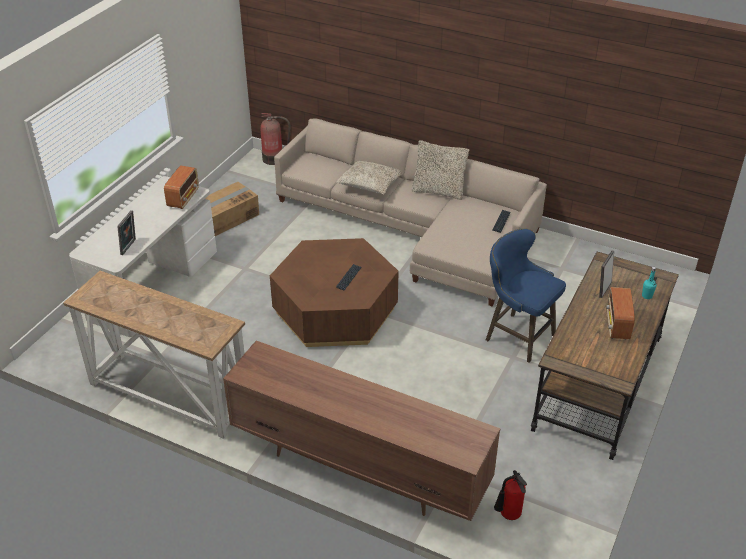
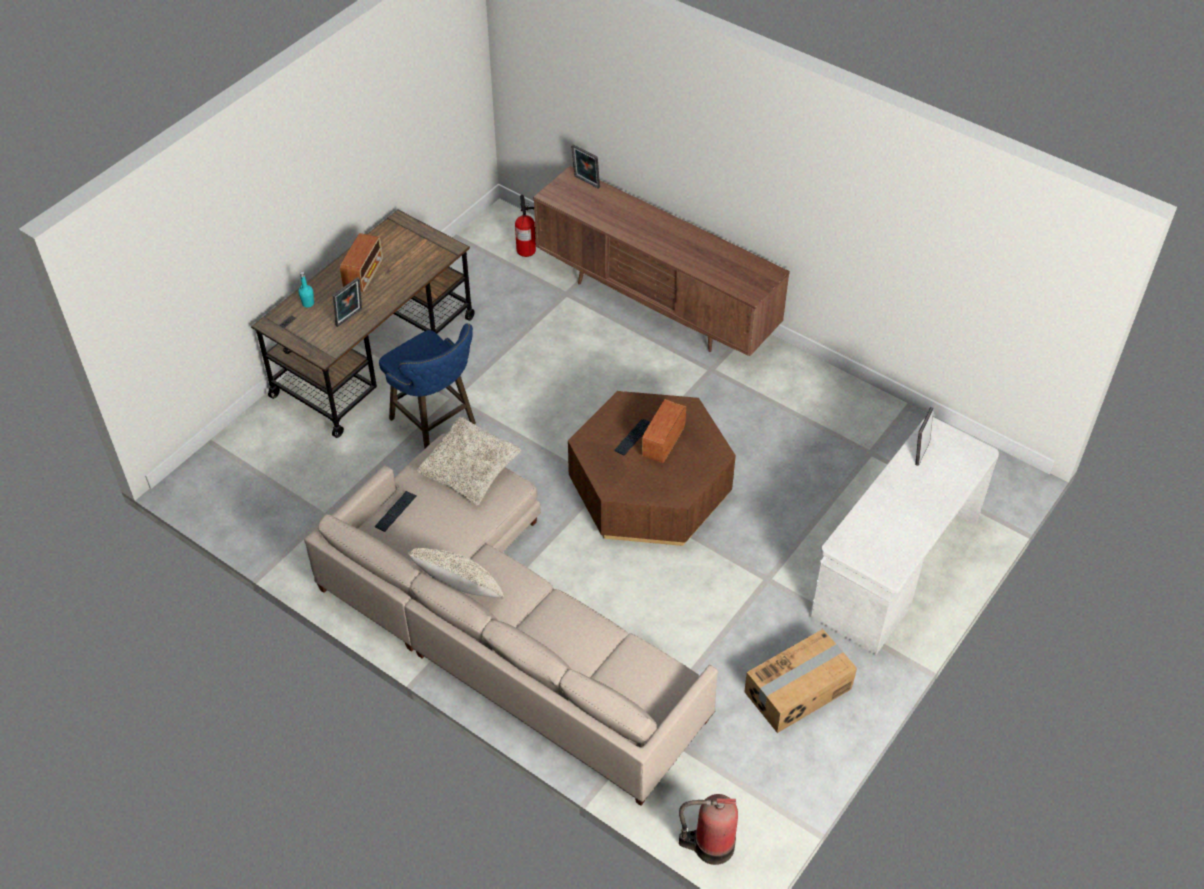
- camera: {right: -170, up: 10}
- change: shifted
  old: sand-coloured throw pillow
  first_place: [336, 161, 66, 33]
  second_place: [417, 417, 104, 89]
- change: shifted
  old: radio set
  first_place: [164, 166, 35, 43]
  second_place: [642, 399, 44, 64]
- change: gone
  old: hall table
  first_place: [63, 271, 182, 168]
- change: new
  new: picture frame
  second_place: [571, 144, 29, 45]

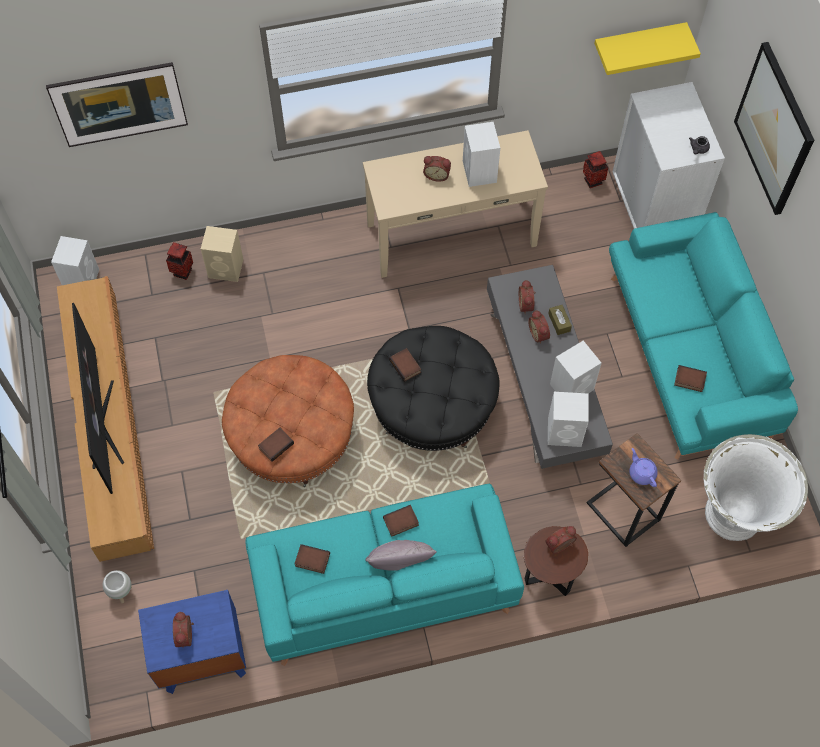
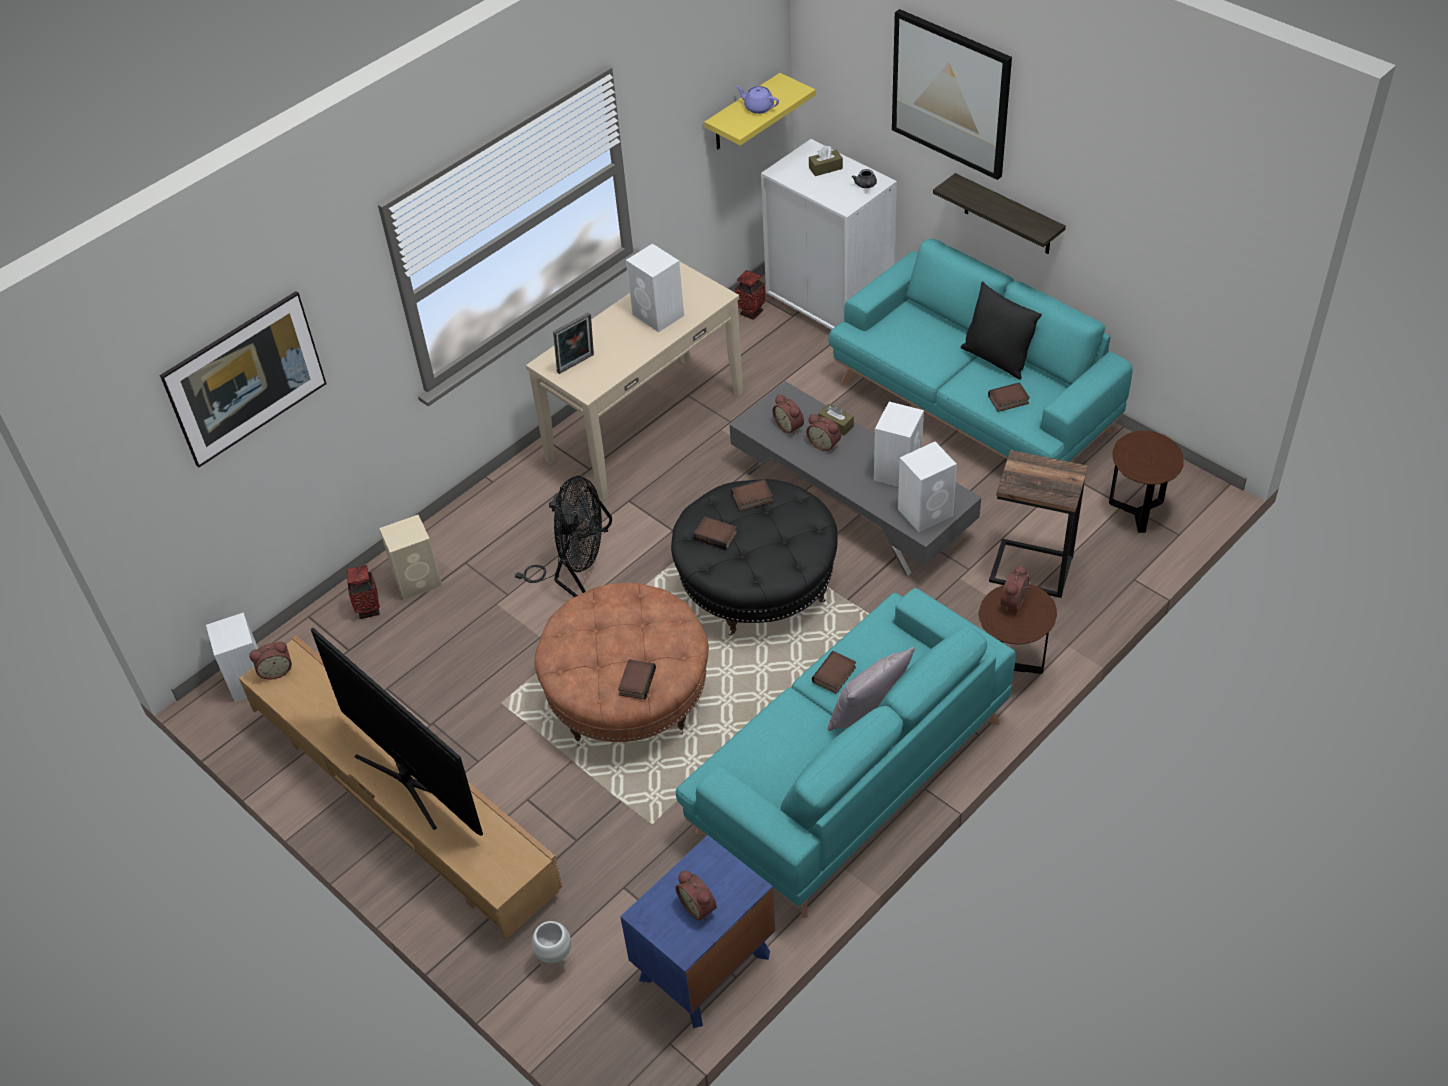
- camera: {right: -30, up: -15}
- change: shifted
  old: bedside clock
  first_place: [423, 156, 28, 26]
  second_place: [249, 642, 43, 38]
- change: swapped
  old: white-coloured flower pot
  new: brown-coloured end table
  first_place: [704, 434, 104, 107]
  second_place: [1109, 431, 75, 102]
- change: shifted
  old: purplish teapot
  first_place: [629, 448, 29, 39]
  second_place: [736, 86, 43, 28]
- change: shifted
  old: book
  first_place: [294, 544, 36, 30]
  second_place: [731, 479, 42, 32]
- change: new
  new: brown-coloured tissue holder
  second_place: [809, 146, 34, 30]
- change: new
  new: shelf
  second_place: [933, 173, 133, 81]
- change: new
  new: blackish throw pillow
  second_place: [961, 281, 81, 99]
- change: new
  new: picture frame
  second_place: [553, 312, 41, 62]
- change: new
  new: blackish cooling fan
  second_place: [514, 476, 98, 121]

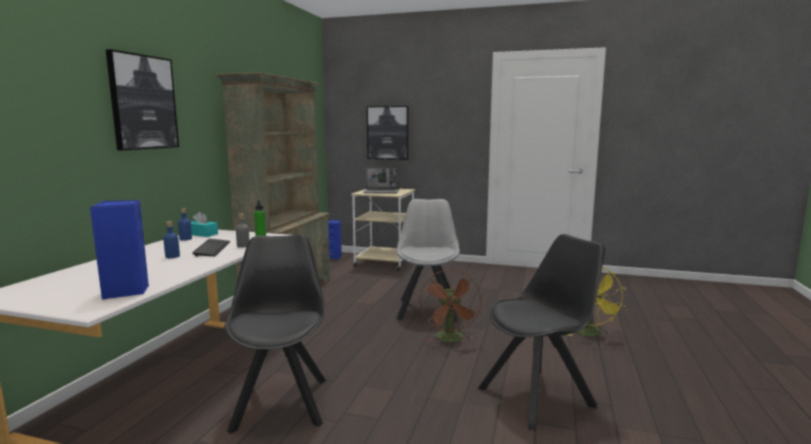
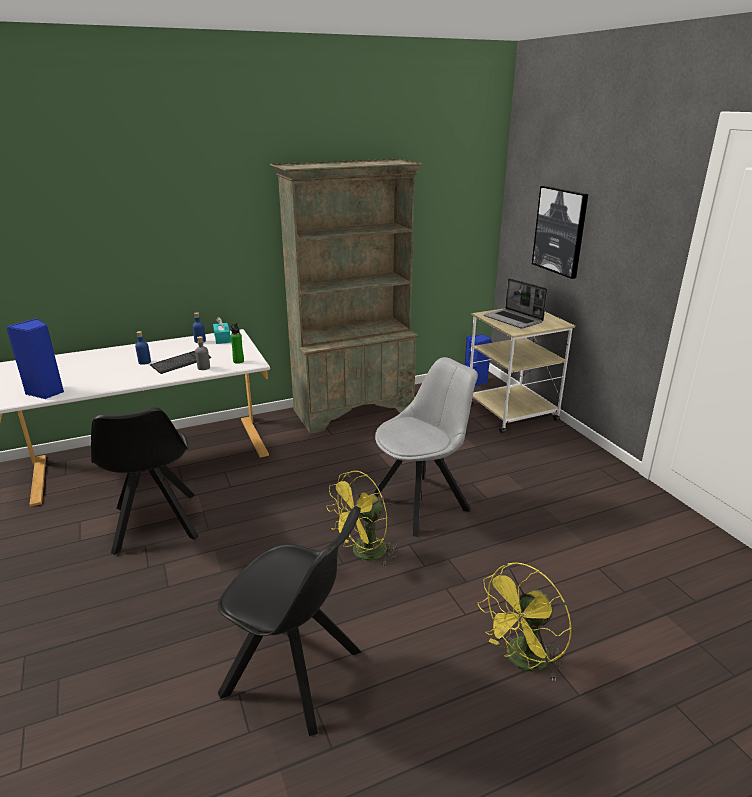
- camera: {right: 50, up: 15}
- change: gone
  old: wall art
  first_place: [106, 49, 73, 102]
- change: rotated
  old: blackish upright chair
  first_place: [224, 234, 102, 200]
  second_place: [91, 407, 108, 148]
  degrees: 120
- change: repainted
  old: brown-coloured cooling fan
  new: yellow-coloured cooling fan
  first_place: [419, 270, 62, 72]
  second_place: [326, 471, 71, 95]

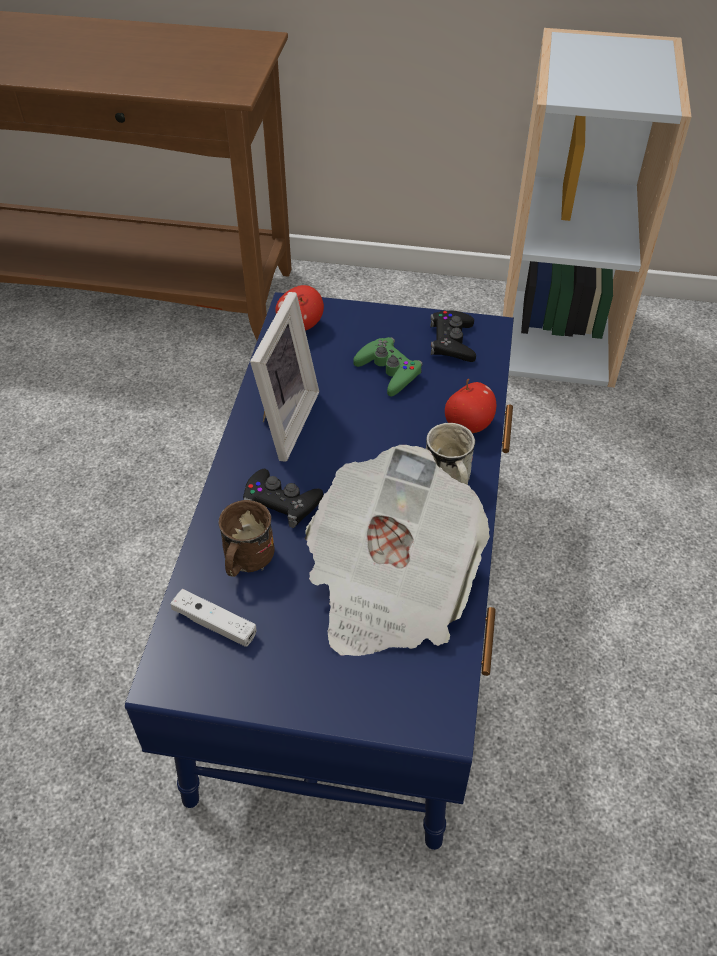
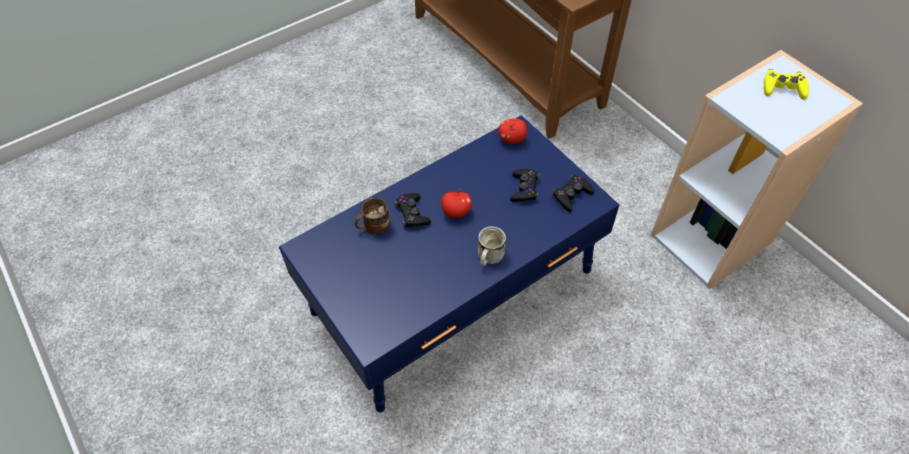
- camera: {right: 45, up: 5}
- change: gone
  old: picture frame
  first_place: [250, 292, 69, 170]
- change: repainted
  old: greenish gamepad
  new: blackish gamepad
  first_place: [353, 337, 70, 60]
  second_place: [510, 169, 30, 33]
- change: shifted
  old: apple fruit
  first_place: [445, 379, 51, 54]
  second_place: [441, 189, 31, 29]
- change: gone
  old: newspaper
  first_place: [305, 445, 185, 211]
- change: gone
  old: white-coloured gamepad
  first_place: [171, 589, 86, 58]
- change: new
  new: yellow-coloured gamepad
  second_place: [764, 69, 45, 31]

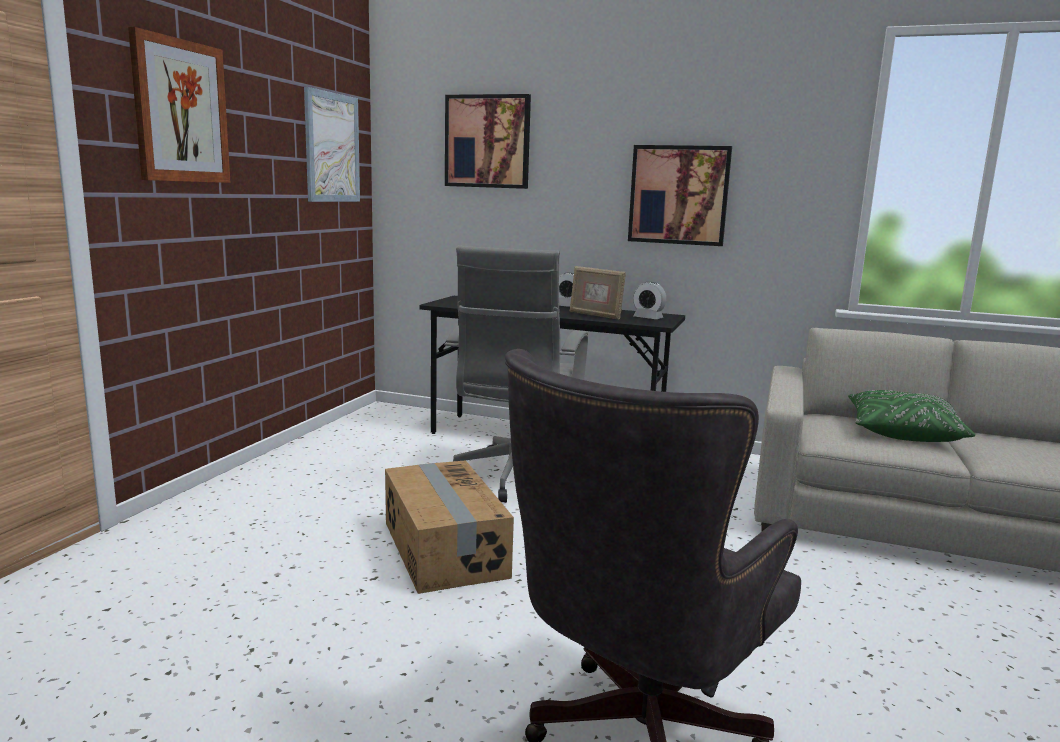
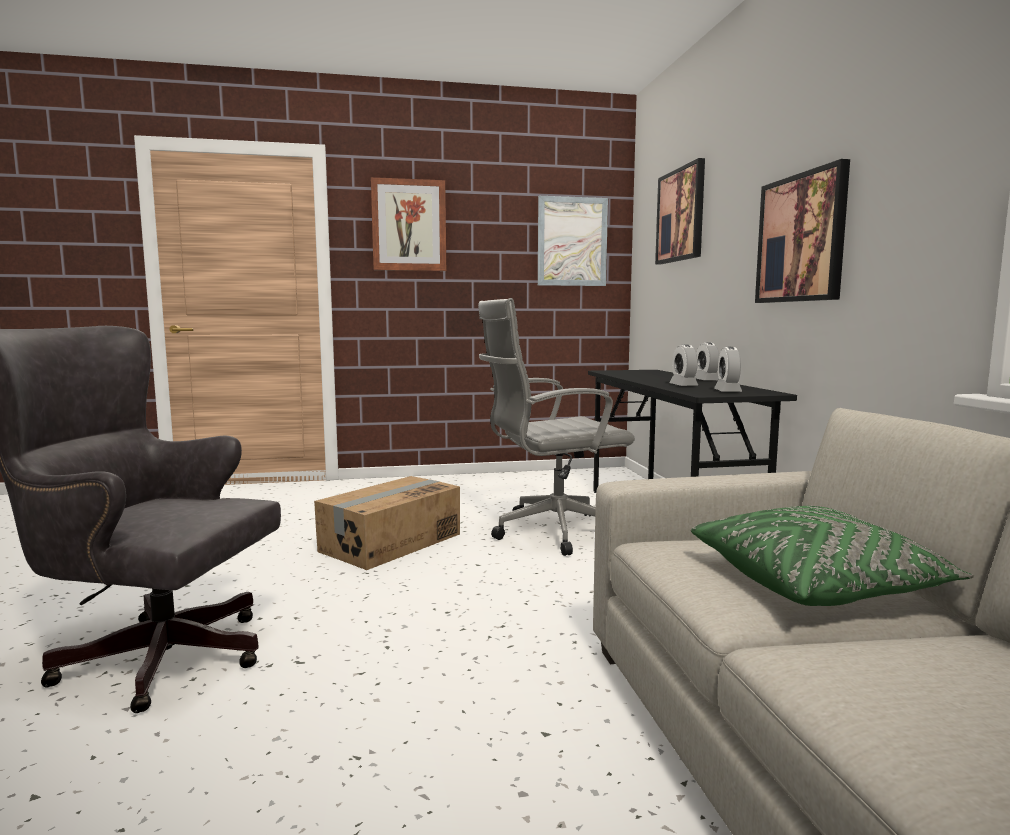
- camera: {right: 60, up: -5}
- change: swapped
  old: picture frame
  new: bedside clock
  first_place: [570, 266, 56, 54]
  second_place: [670, 344, 28, 42]

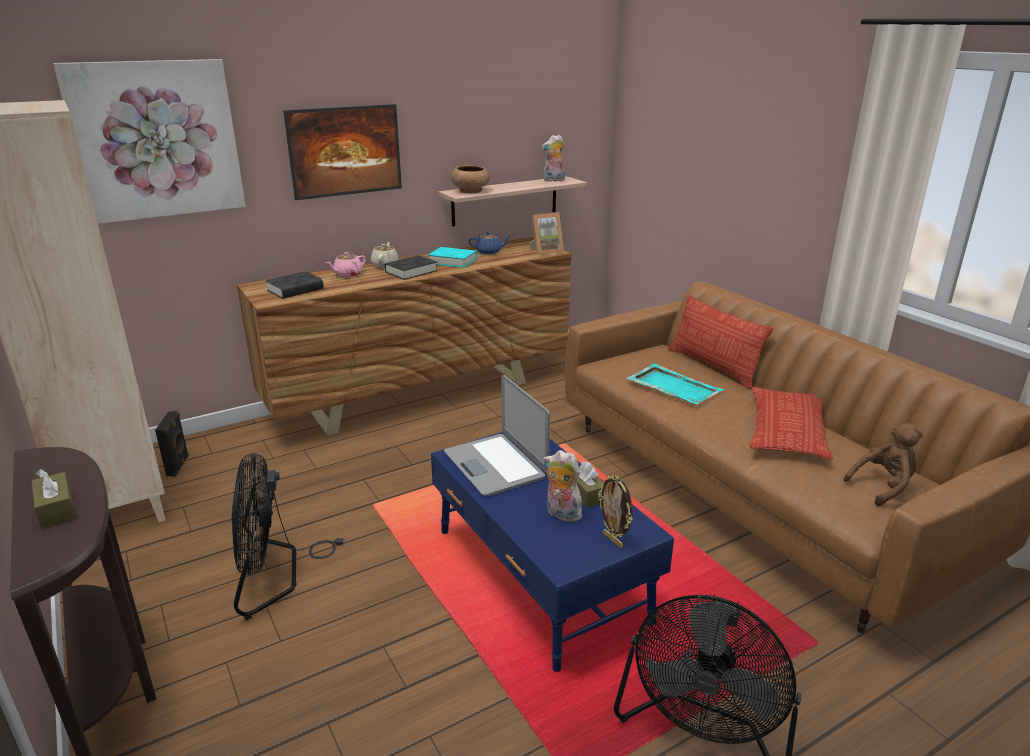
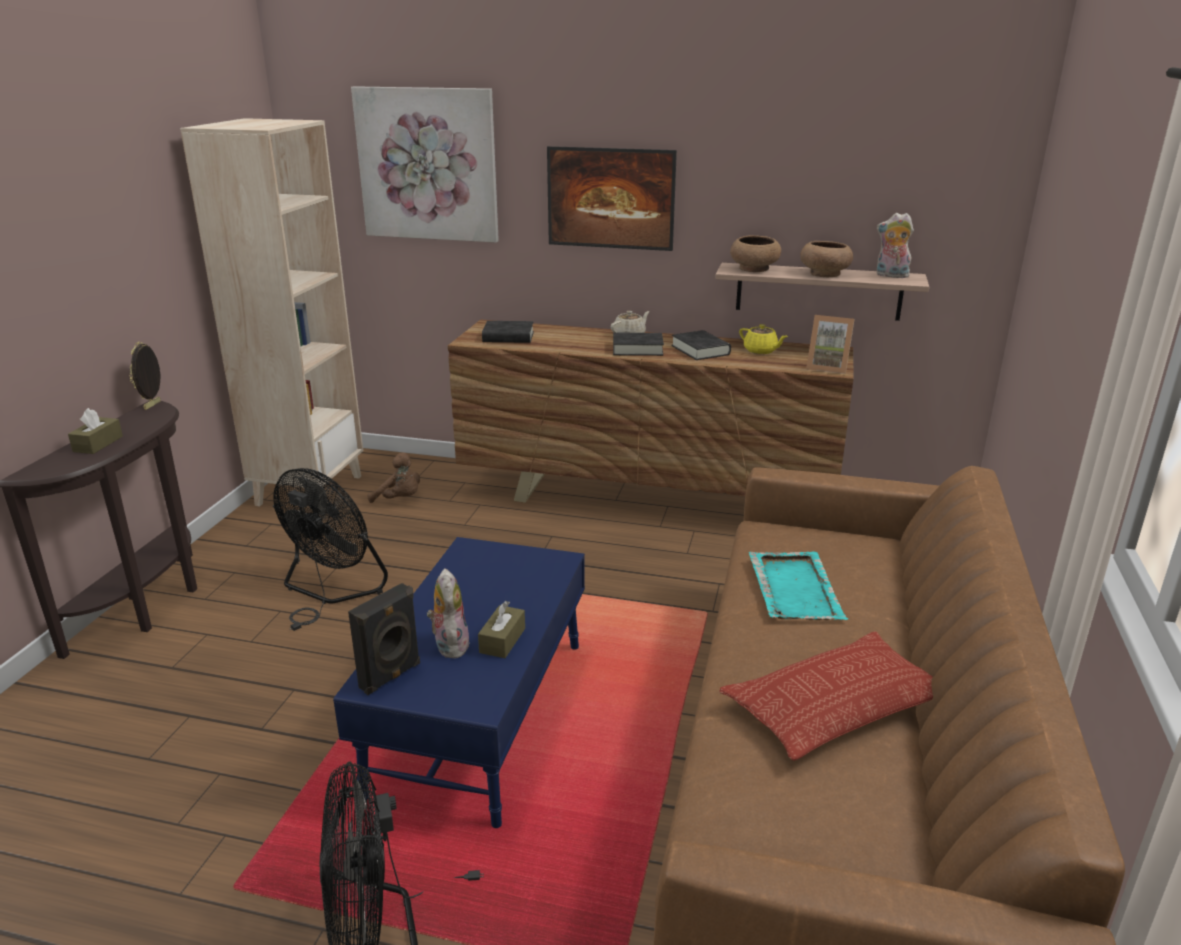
- camera: {right: 45, up: 0}
- change: repainted
  old: bluish teapot
  new: yellow-coloured teapot
  first_place: [469, 232, 41, 22]
  second_place: [739, 324, 49, 30]
- change: repainted
  old: turquoise book
  new: blackish book
  first_place: [428, 247, 49, 21]
  second_place: [671, 330, 60, 30]
- change: gone
  old: pink teapot
  first_place: [325, 252, 41, 25]
- change: gone
  old: throw pillow
  first_place: [669, 295, 105, 94]
- change: gone
  old: laptop
  first_place: [444, 375, 106, 121]
- change: shifted
  old: blackish speaker
  first_place: [155, 411, 34, 66]
  second_place: [348, 583, 72, 112]
- change: shifted
  old: brown-coloured cuddly toy
  first_place: [843, 423, 80, 83]
  second_place: [368, 452, 52, 51]
- change: rotated
  old: blackish cooling fan
  first_place: [232, 452, 114, 169]
  second_place: [273, 468, 115, 163]
  degrees: 90
- change: shifted
  old: picture frame
  first_place: [598, 475, 34, 73]
  second_place: [129, 341, 32, 69]
- change: new
  new: brown-coloured deep dish
  second_place: [800, 241, 53, 36]

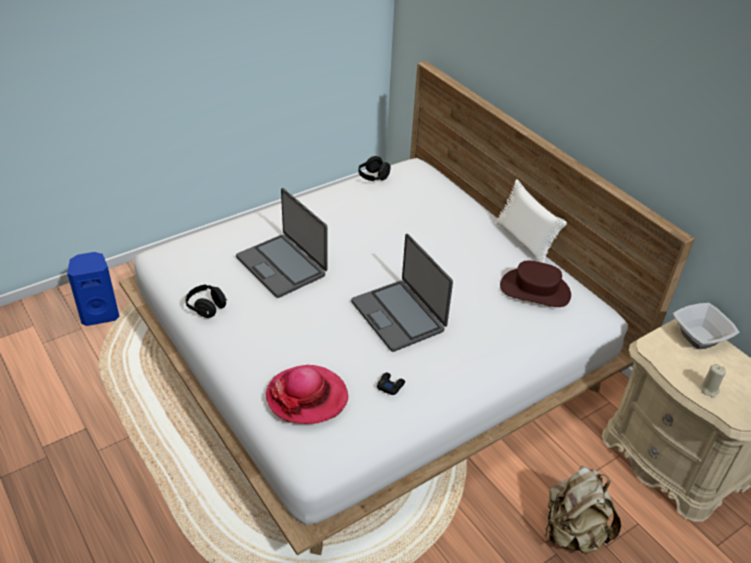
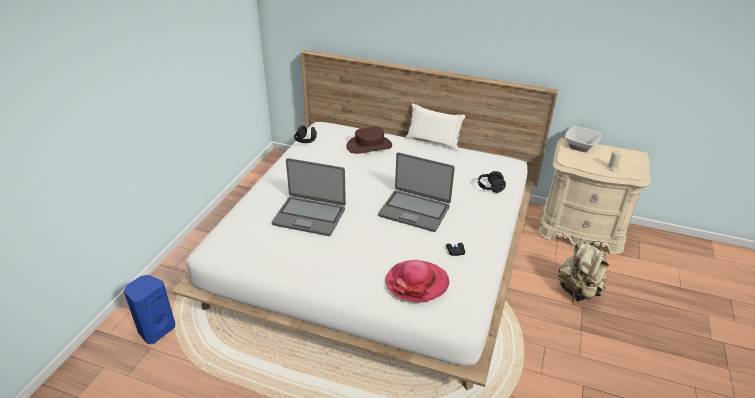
- camera: {right: -35, up: -5}
- change: shifted
  old: brown-coloured wearable hat
  first_place: [500, 261, 71, 46]
  second_place: [346, 127, 46, 27]
- change: shifted
  old: blackish pair of headphones
  first_place: [185, 284, 42, 34]
  second_place: [477, 171, 29, 22]

